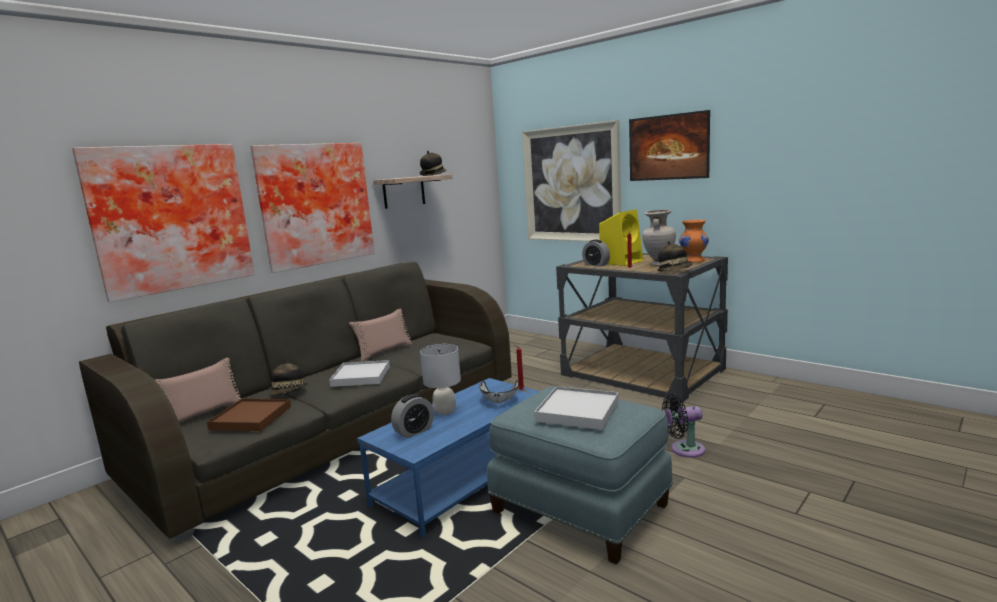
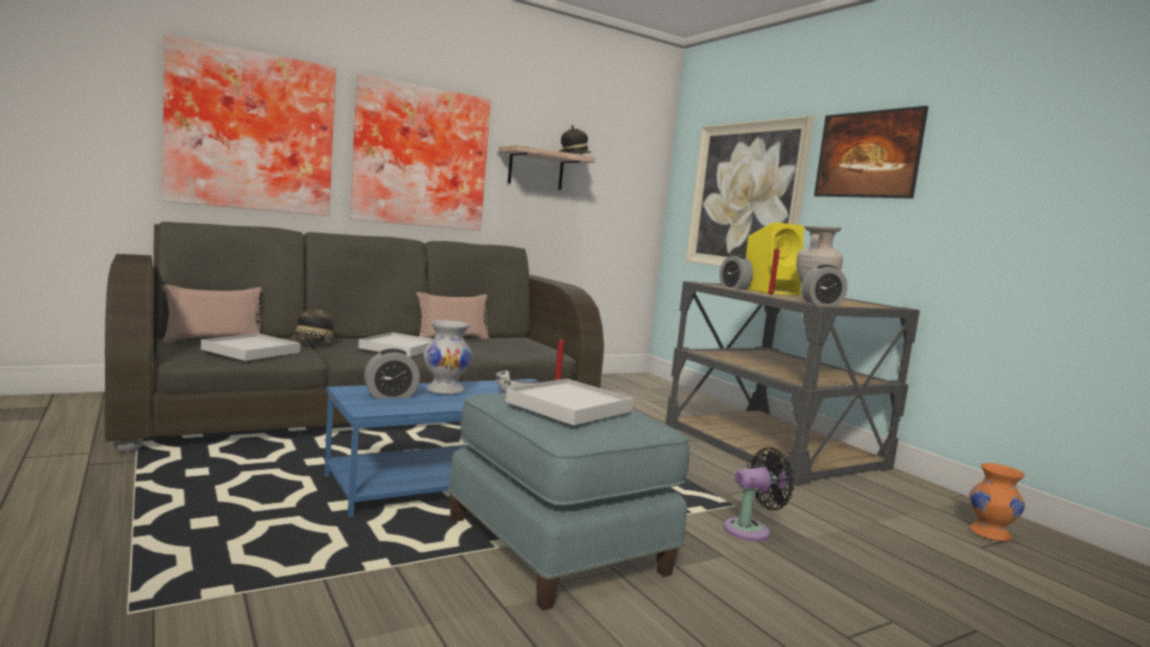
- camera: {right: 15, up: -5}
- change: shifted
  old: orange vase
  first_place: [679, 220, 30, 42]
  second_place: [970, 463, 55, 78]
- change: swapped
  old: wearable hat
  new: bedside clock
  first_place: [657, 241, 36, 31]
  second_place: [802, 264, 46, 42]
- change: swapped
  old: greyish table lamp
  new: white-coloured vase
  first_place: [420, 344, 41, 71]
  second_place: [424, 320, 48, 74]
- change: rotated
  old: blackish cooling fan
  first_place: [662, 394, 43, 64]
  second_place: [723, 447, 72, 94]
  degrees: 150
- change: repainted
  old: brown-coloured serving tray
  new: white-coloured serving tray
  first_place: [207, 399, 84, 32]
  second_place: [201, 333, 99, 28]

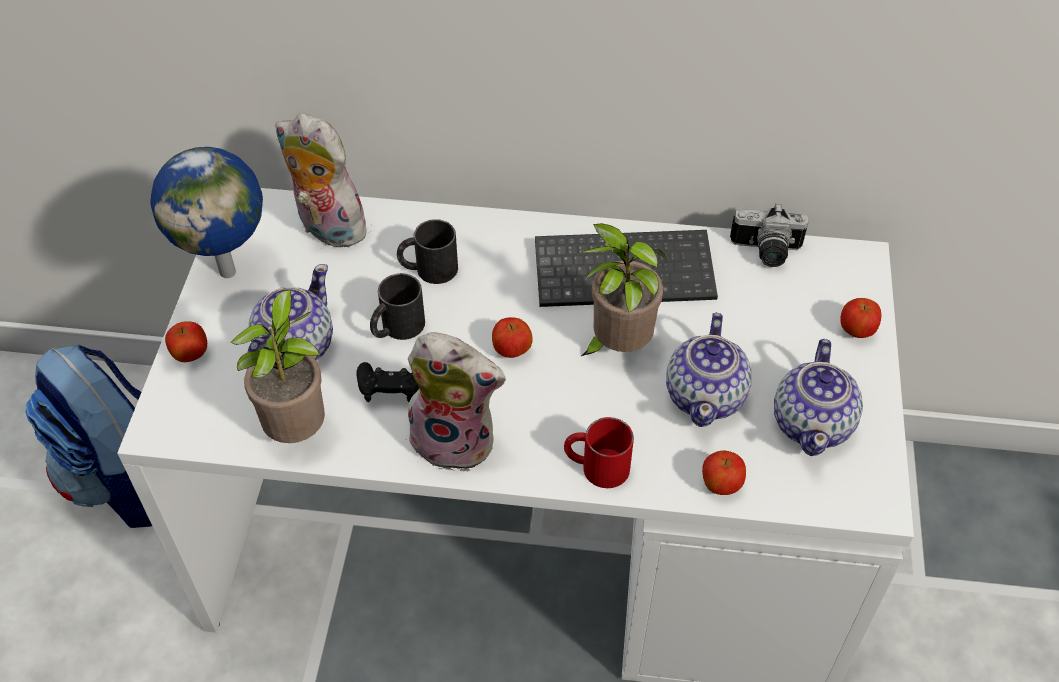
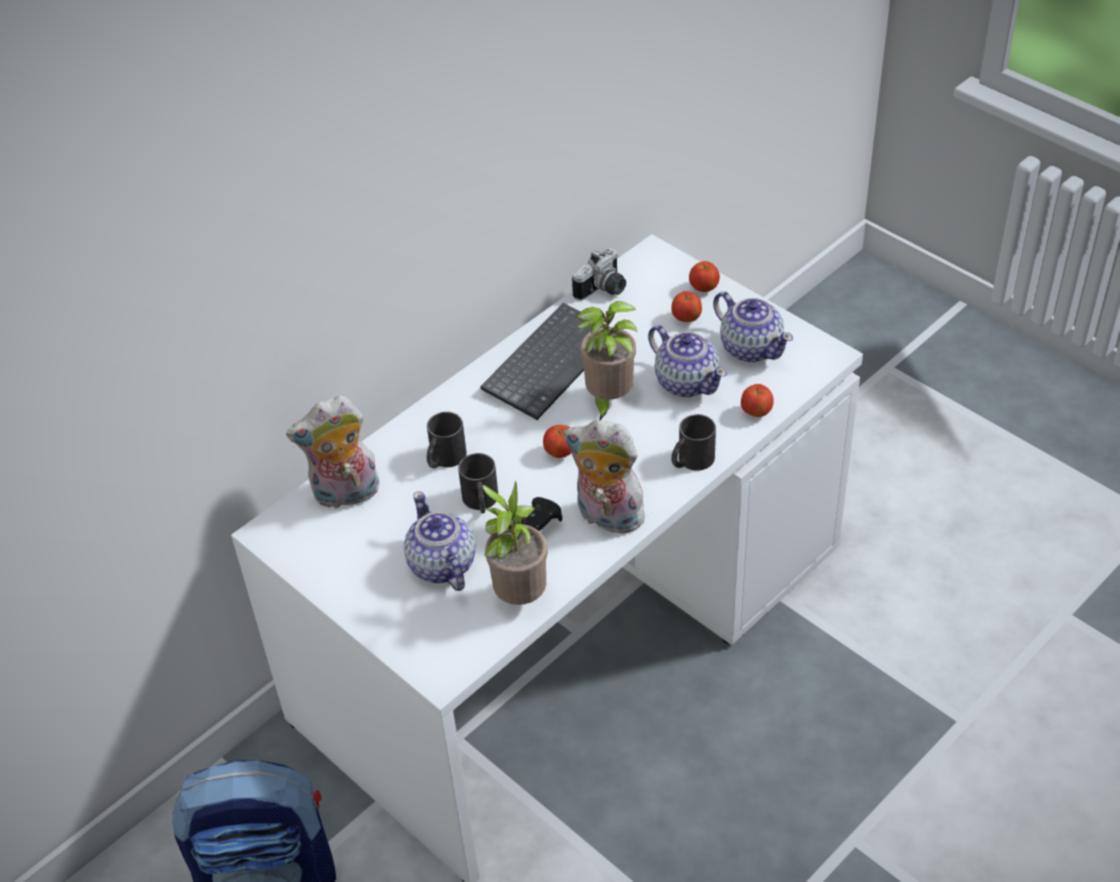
- camera: {right: -50, up: -5}
- change: gone
  old: globe
  first_place: [151, 147, 112, 131]
- change: shifted
  old: apple fruit
  first_place: [165, 321, 42, 41]
  second_place: [671, 291, 31, 31]
- change: rotated
  old: cuddly toy
  first_place: [400, 332, 106, 140]
  second_place: [564, 420, 86, 117]
  degrees: -120
- change: repainted
  old: red mug
  new: blackish mug
  first_place: [564, 417, 70, 71]
  second_place: [671, 414, 45, 57]

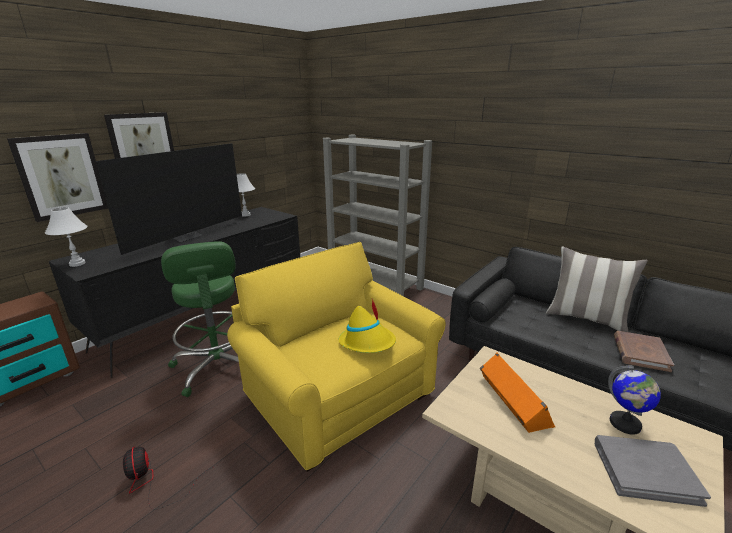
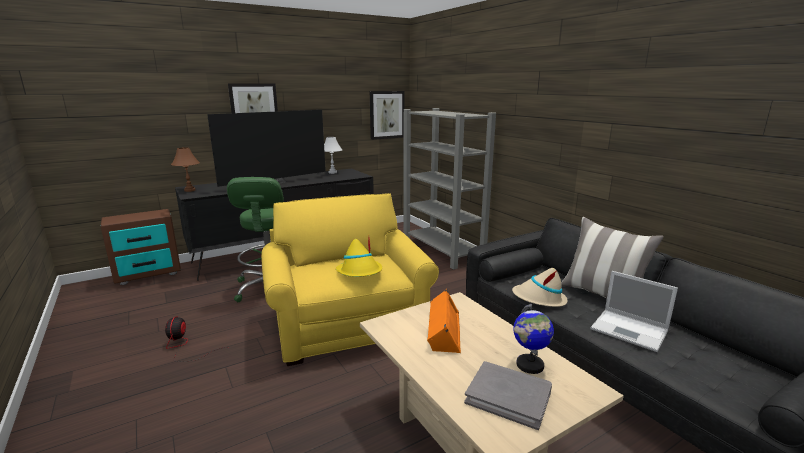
- camera: {right: 20, up: -5}
- change: shifted
  old: wall art
  first_place: [7, 133, 101, 89]
  second_place: [370, 91, 34, 49]
- change: repainted
  old: white-coloured table lamp
  new: brown-coloured table lamp
  first_place: [45, 207, 43, 60]
  second_place: [171, 147, 29, 45]
- change: swapped
  old: brown-coloured book
  new: laptop
  first_place: [614, 331, 60, 41]
  second_place: [590, 271, 88, 81]
- change: new
  new: sand-coloured wearable hat
  second_place: [512, 268, 56, 39]

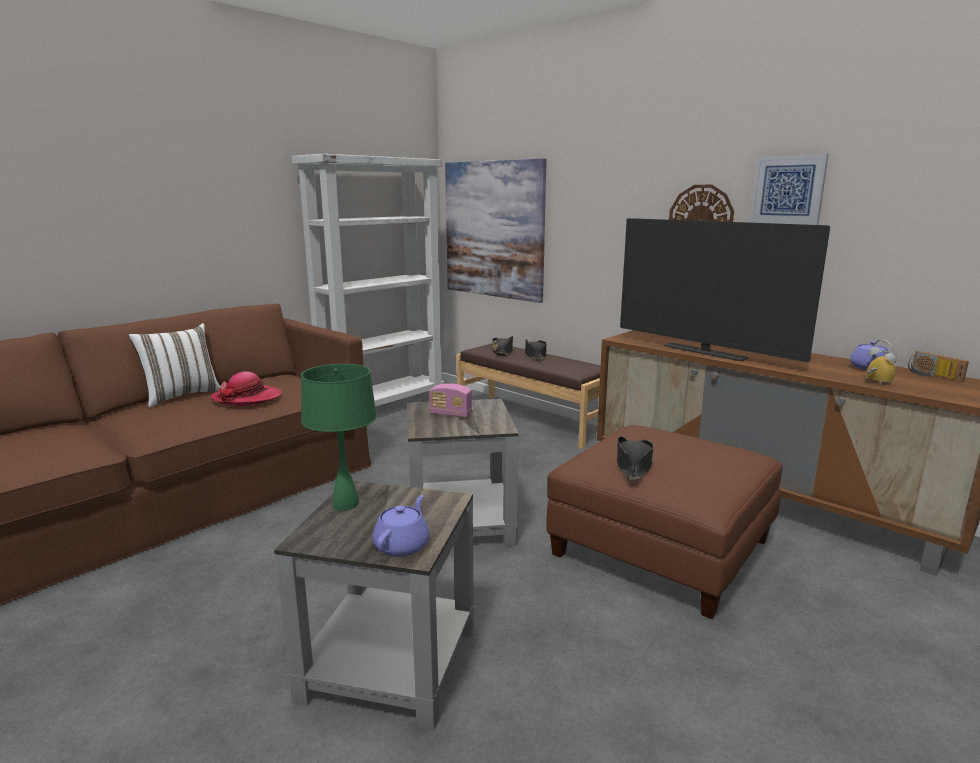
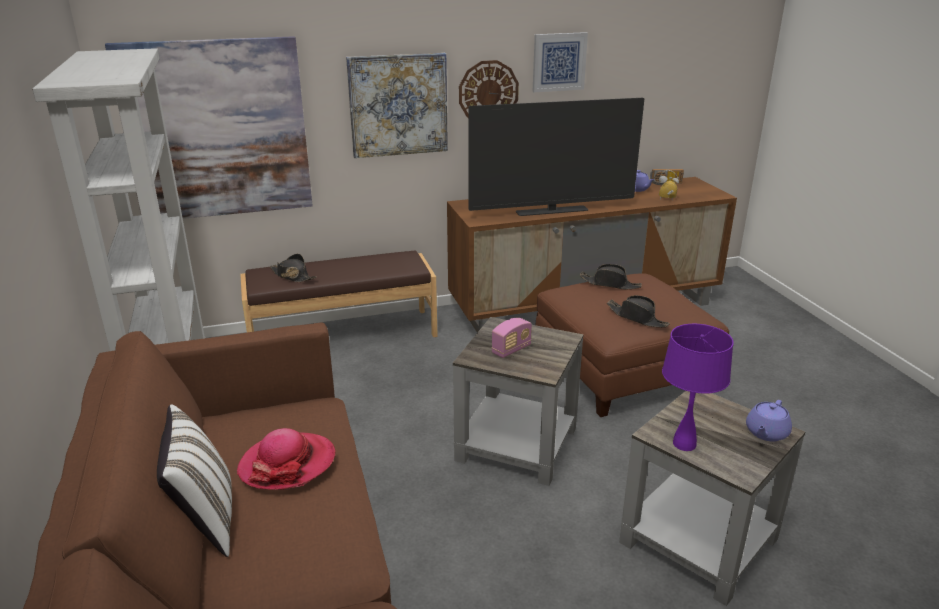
- camera: {right: -60, up: 10}
- change: shifted
  old: blackish wearable hat
  first_place: [525, 339, 21, 22]
  second_place: [580, 264, 62, 25]
- change: repainted
  old: greenish table lamp
  new: purplish table lamp
  first_place: [301, 364, 76, 147]
  second_place: [662, 324, 72, 127]
- change: rotated
  old: purplish teapot
  first_place: [373, 495, 56, 62]
  second_place: [746, 400, 46, 41]
  degrees: -105
- change: new
  new: wall art
  second_place: [346, 53, 102, 105]

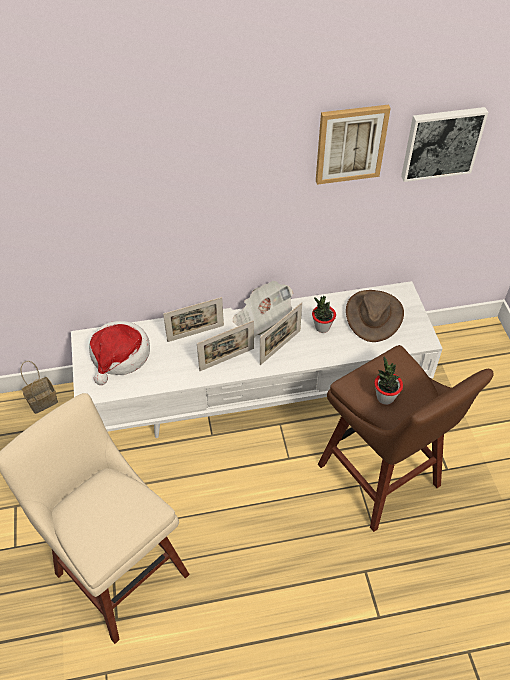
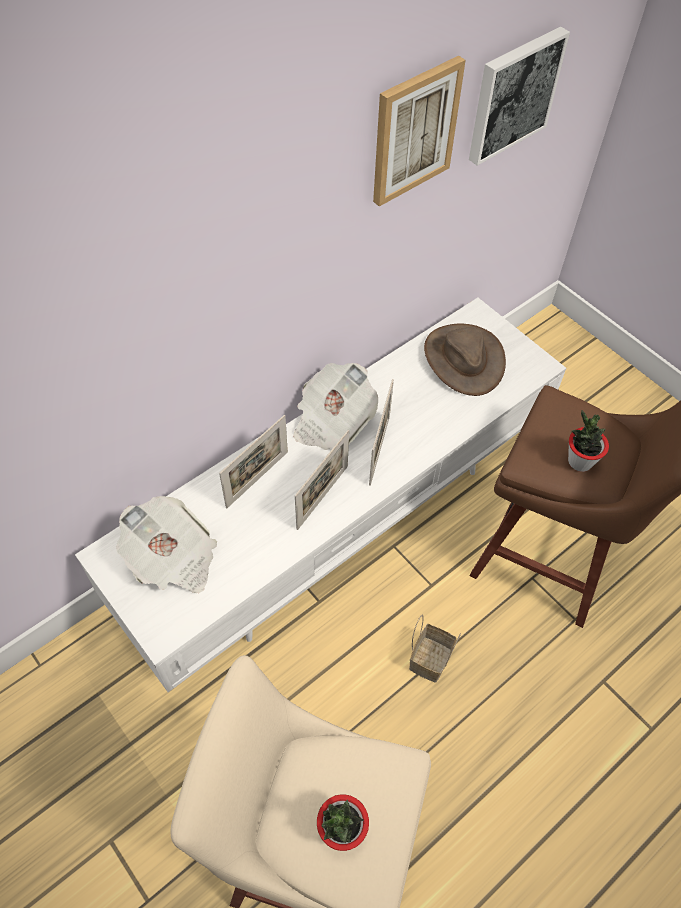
- camera: {right: -30, up: 5}
- change: shifted
  old: potted plant
  first_place: [312, 296, 24, 37]
  second_place: [317, 794, 52, 57]
- change: swapped
  old: wearable hat
  new: newspaper
  first_place: [89, 321, 61, 64]
  second_place: [116, 496, 101, 97]
- change: shifted
  old: storage basket
  first_place: [20, 361, 38, 53]
  second_place: [409, 615, 52, 68]

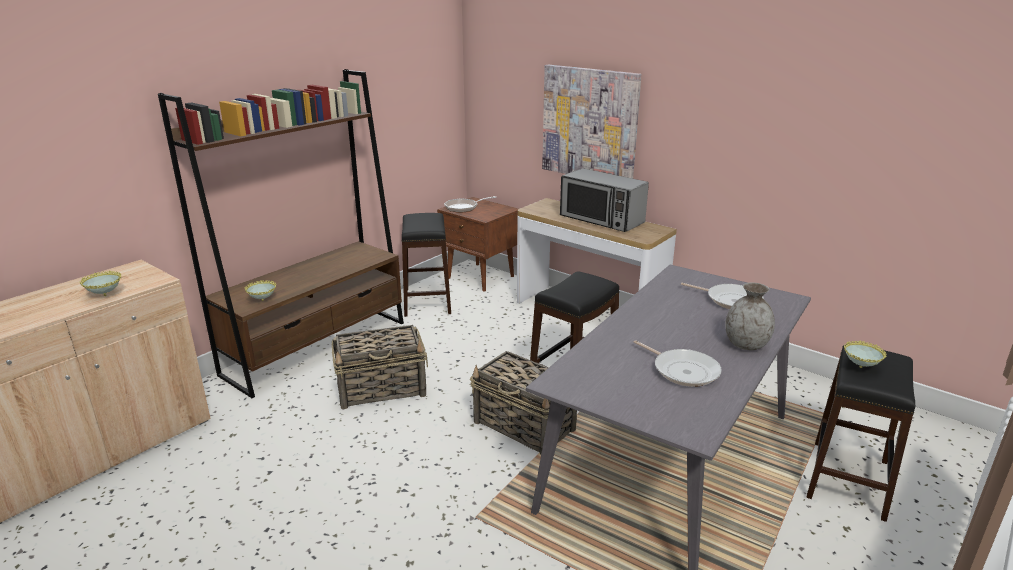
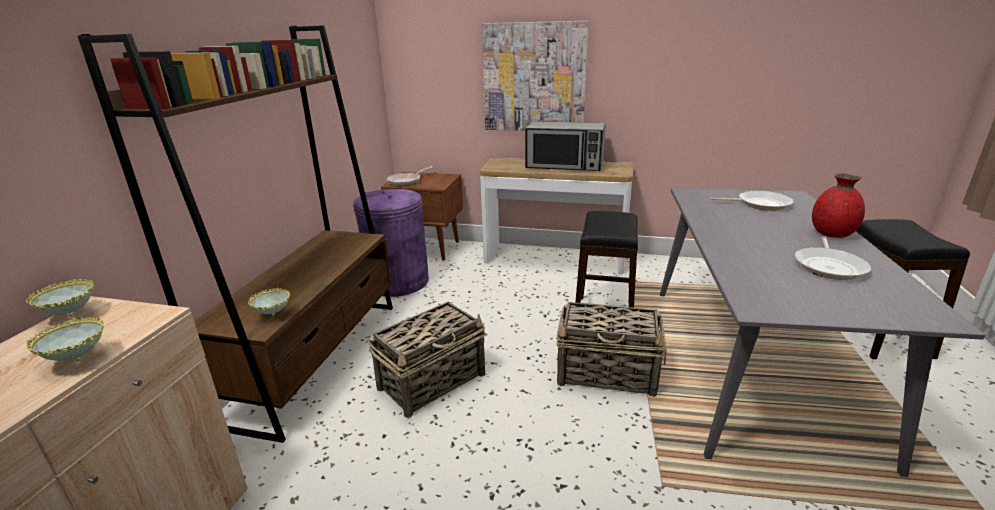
- camera: {right: -25, up: 0}
- change: swapped
  old: blackish sitting stool
  new: purplish waste bin
  first_place: [402, 213, 49, 104]
  second_place: [353, 189, 76, 108]
- change: repainted
  old: greyish vase
  new: red vase
  first_place: [725, 282, 50, 68]
  second_place: [812, 173, 53, 65]
- change: rotated
  old: frying pan
  first_place: [634, 340, 88, 47]
  second_place: [795, 237, 76, 43]
  degrees: 90
- change: shifted
  old: deep dish
  first_place: [844, 341, 43, 27]
  second_place: [26, 279, 68, 38]

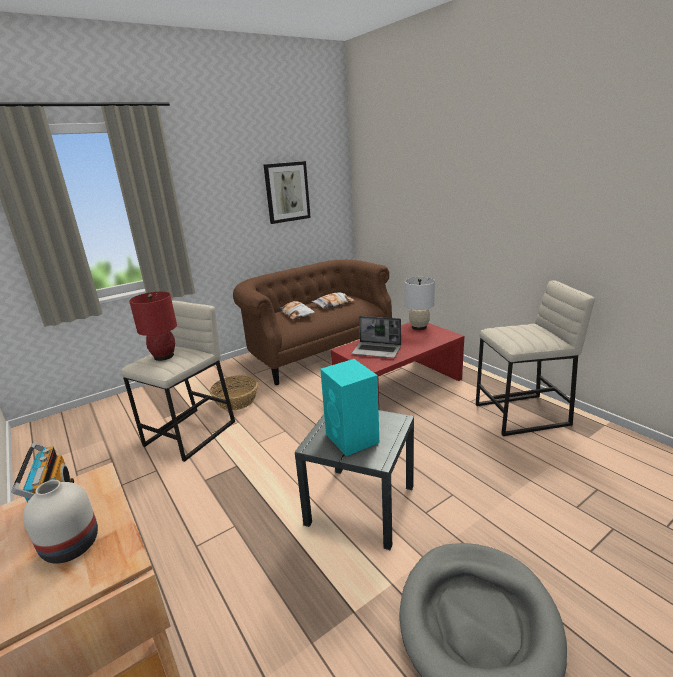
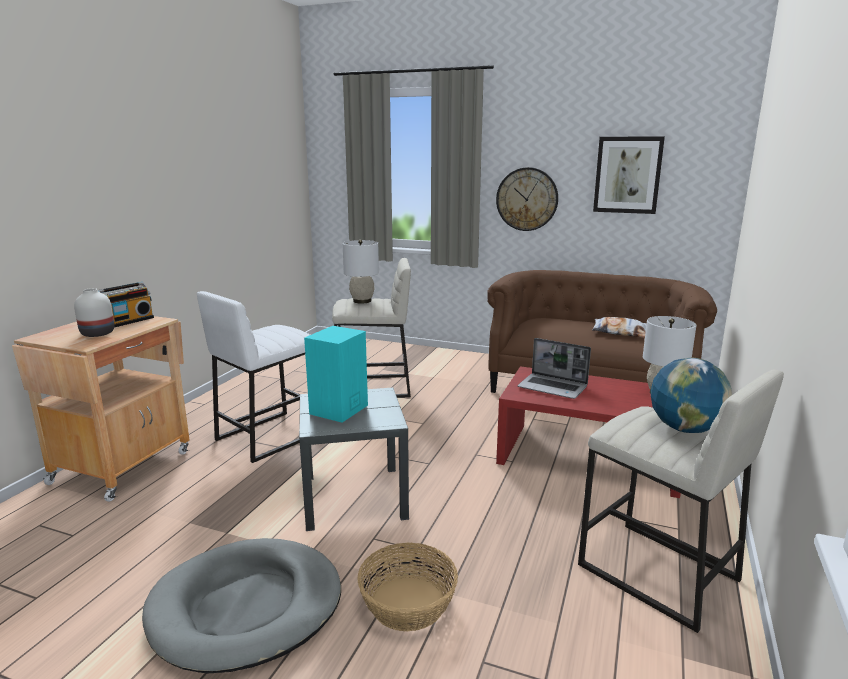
- camera: {right: 55, up: -5}
- change: repainted
  old: red table lamp
  new: white-coloured table lamp
  first_place: [129, 292, 48, 69]
  second_place: [342, 240, 37, 64]
- change: gone
  old: throw pillow
  first_place: [278, 301, 37, 19]
- change: rotated
  old: laptop
  first_place: [352, 316, 49, 42]
  second_place: [518, 338, 73, 61]
  degrees: -45
- change: shifted
  old: storage basket
  first_place: [210, 375, 48, 36]
  second_place: [357, 542, 101, 89]
- change: new
  new: hanging clock
  second_place: [496, 167, 62, 64]
- change: new
  new: white-coloured sitting stool
  second_place: [197, 291, 113, 172]
- change: new
  new: globe
  second_place: [651, 358, 81, 75]

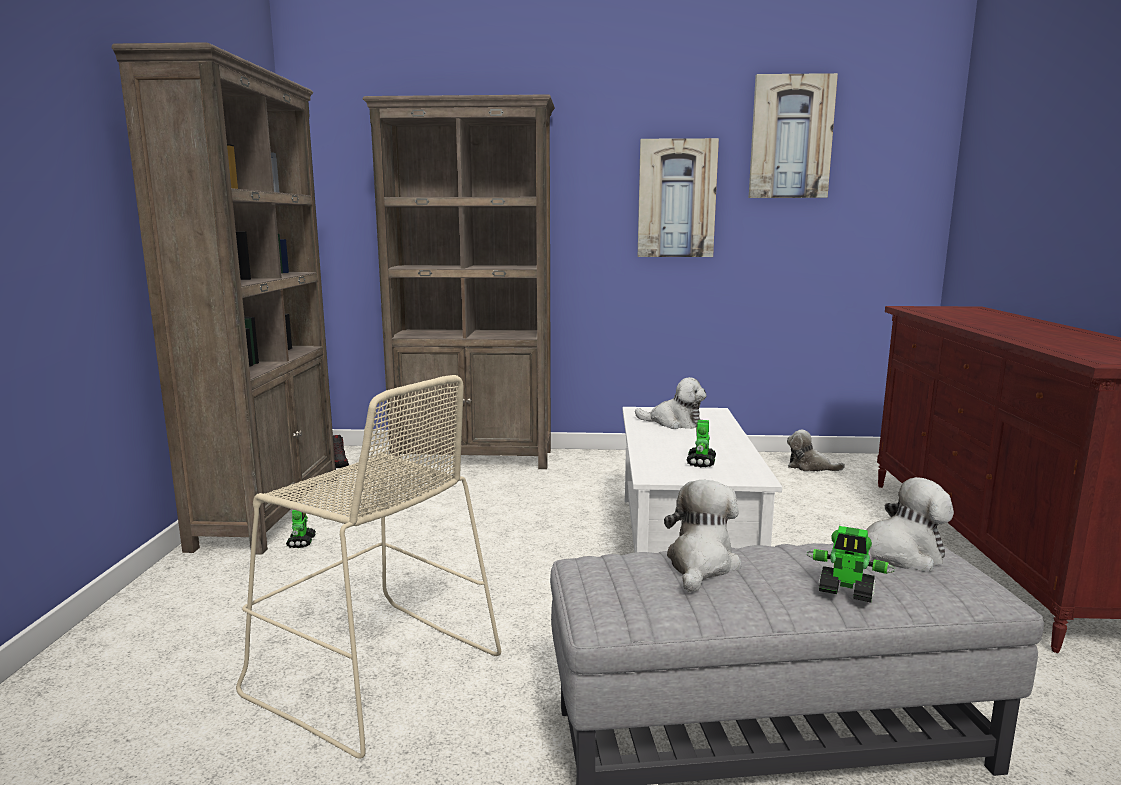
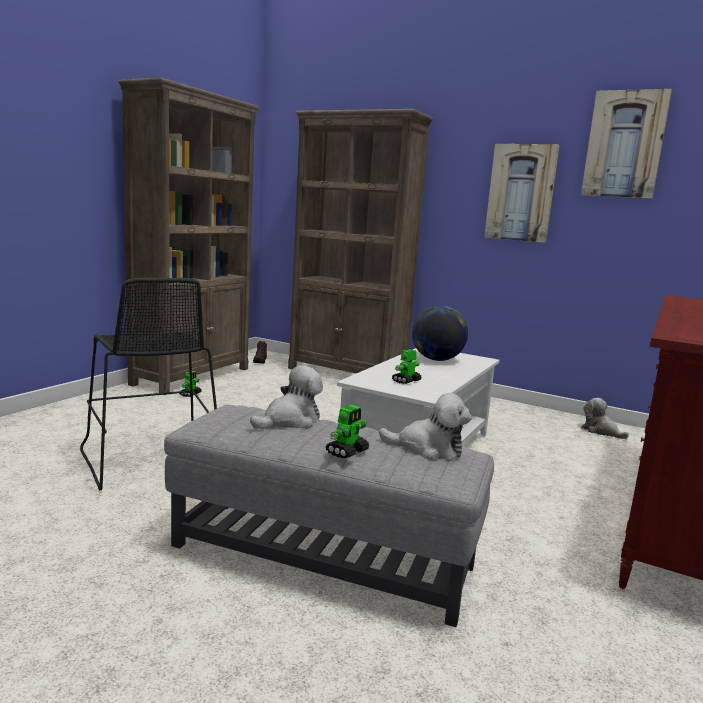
- camera: {right: 25, up: 0}
- change: repainted
  old: sand-coloured sitting stool
  new: blackish sitting stool
  first_place: [236, 375, 265, 384]
  second_place: [80, 278, 137, 213]
- change: swapped
  old: cuddly toy
  new: globe
  first_place: [635, 377, 71, 52]
  second_place: [412, 306, 56, 55]
- change: rotated
  old: robot figure
  first_place: [807, 526, 88, 77]
  second_place: [325, 405, 45, 53]
  degrees: -105

